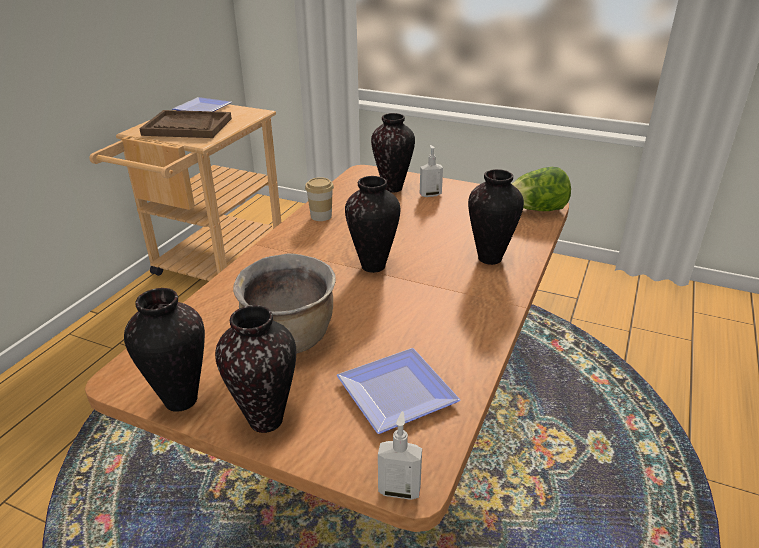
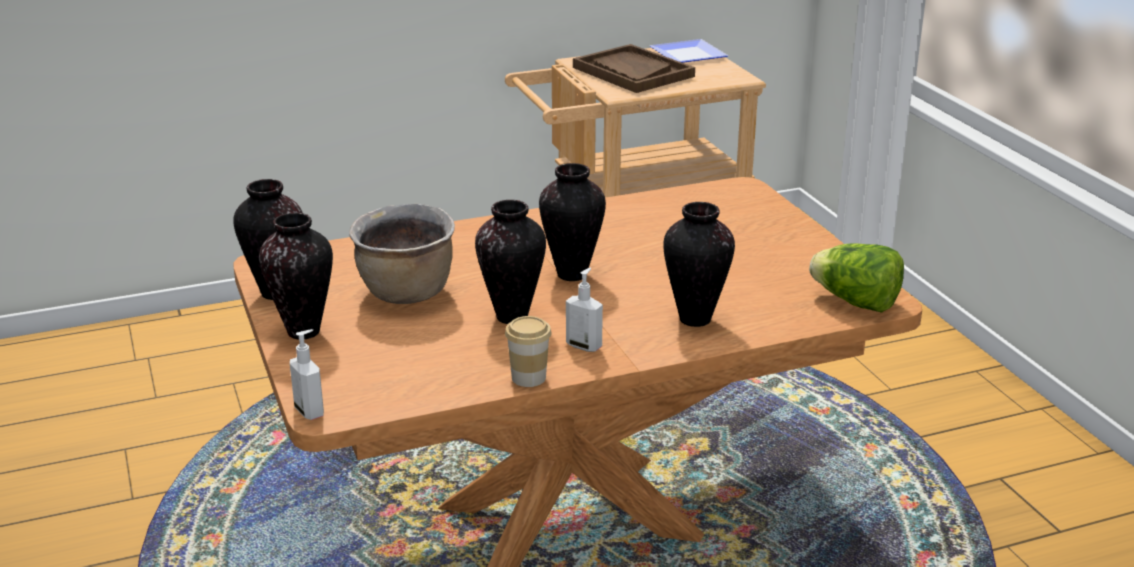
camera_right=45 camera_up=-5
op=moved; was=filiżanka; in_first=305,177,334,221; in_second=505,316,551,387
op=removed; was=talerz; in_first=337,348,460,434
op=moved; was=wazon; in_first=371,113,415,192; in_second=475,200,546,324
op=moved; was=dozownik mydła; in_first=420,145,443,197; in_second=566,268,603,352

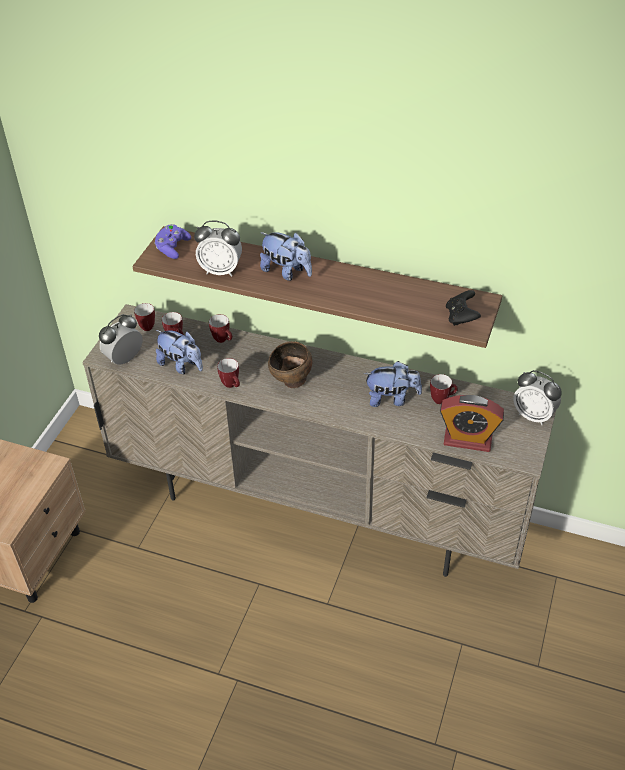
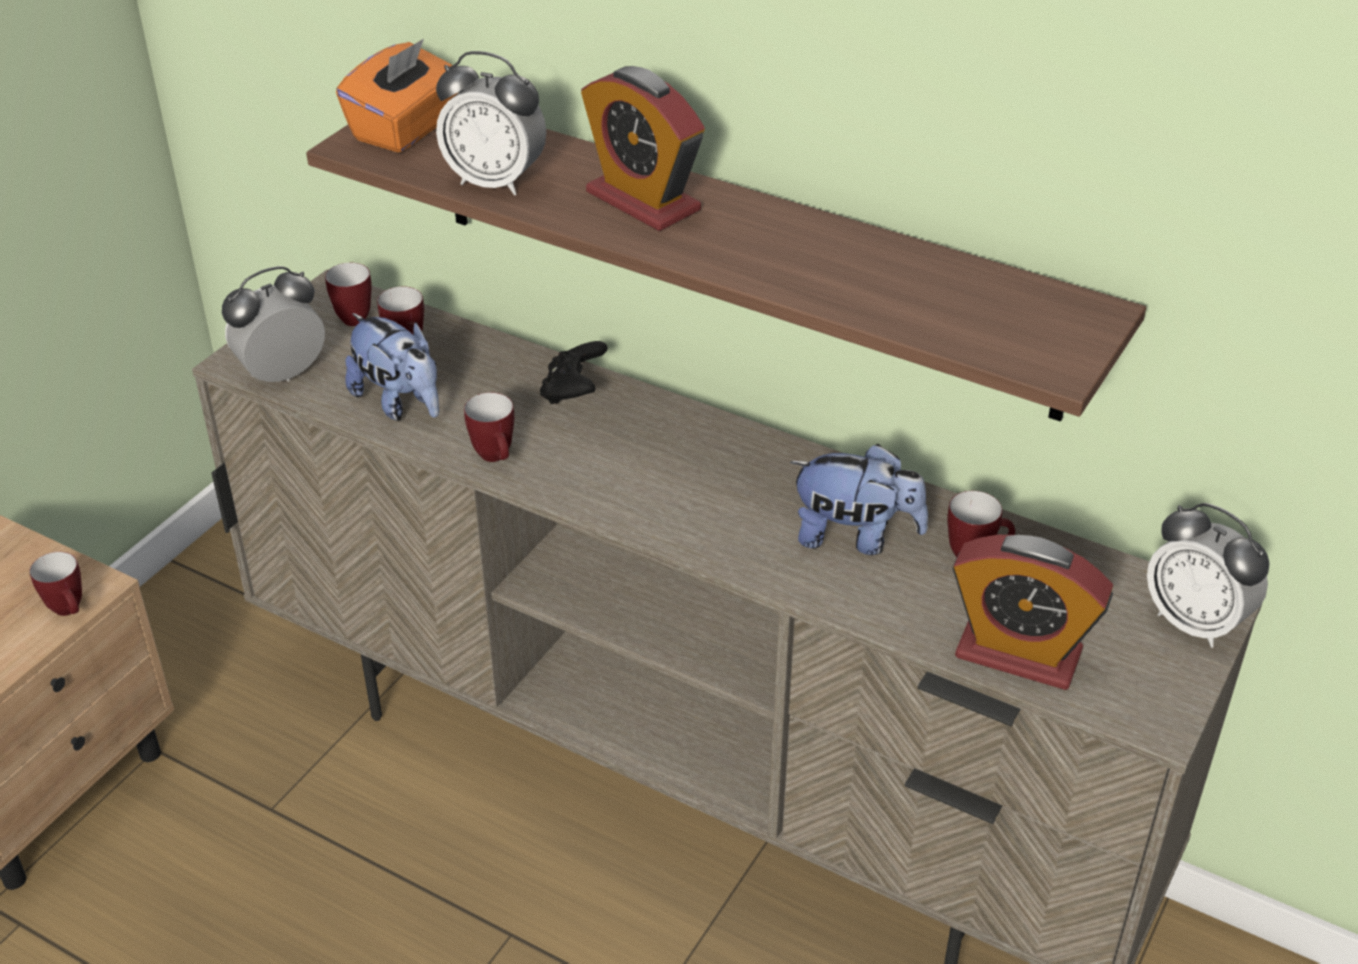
camera_right=10 camera_up=-5
op=replaced; was=pad do gier/fioletowy; now=pudełko chusteczek/pomarańczowy; in_first=154,224,191,259; in_second=336,39,458,153
op=moved; was=kubek; in_first=209,314,232,343; in_second=29,552,82,616
op=replaced; was=pluszak; now=budzik; in_first=260,232,312,281; in_second=581,66,705,231
op=removed; was=miska/brązowy; in_first=268,341,312,388
op=moved; was=pad do gier/czarny; in_first=446,290,481,326; in_second=540,341,608,404

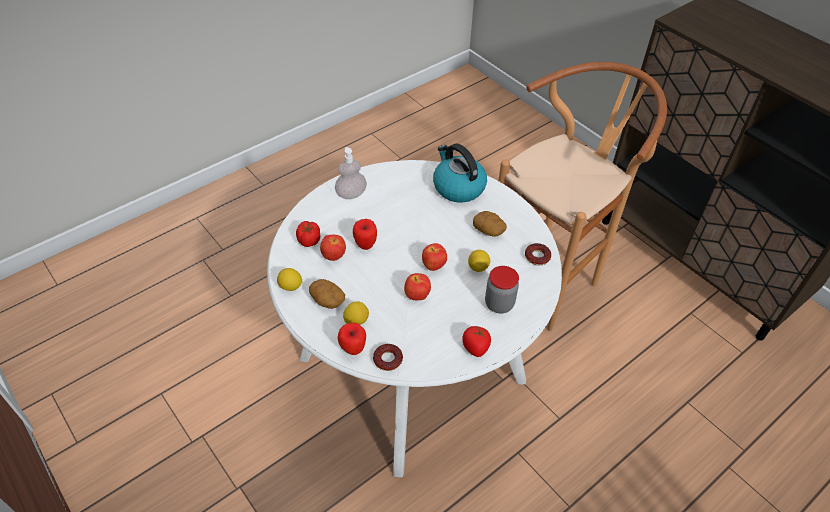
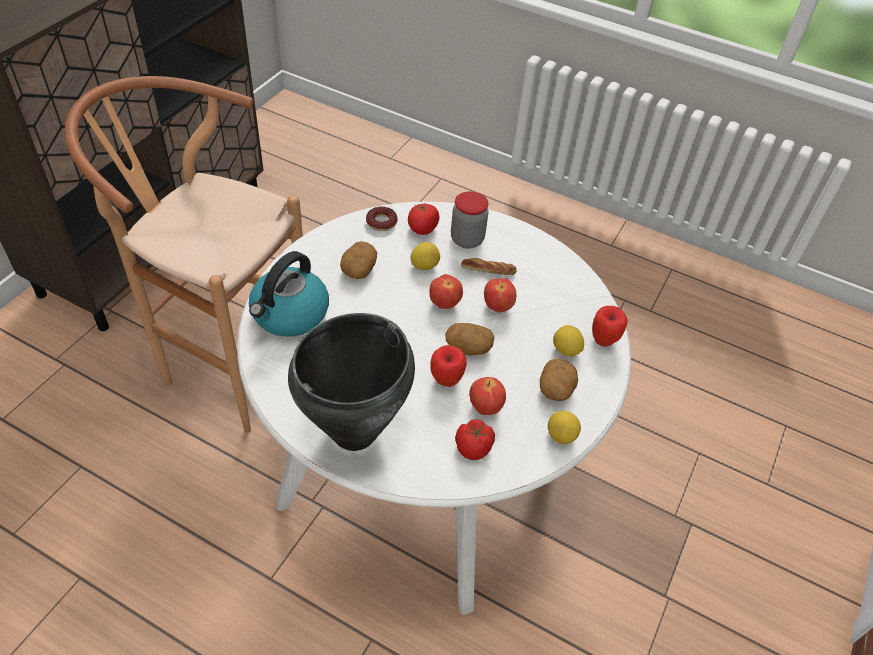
camera_right=-115 camera_up=0
op=replaced; was=dozownik mydła; now=garnek/czarny; in_first=335,147,367,199; in_second=288,313,415,451
op=removed; was=donut; in_first=373,344,403,371
op=moved; was=pomidor; in_first=462,326,491,357; in_second=408,203,439,235
op=added; now=ziemniak; in_second=446,323,494,356
op=added; now=chleb; in_second=461,258,517,275

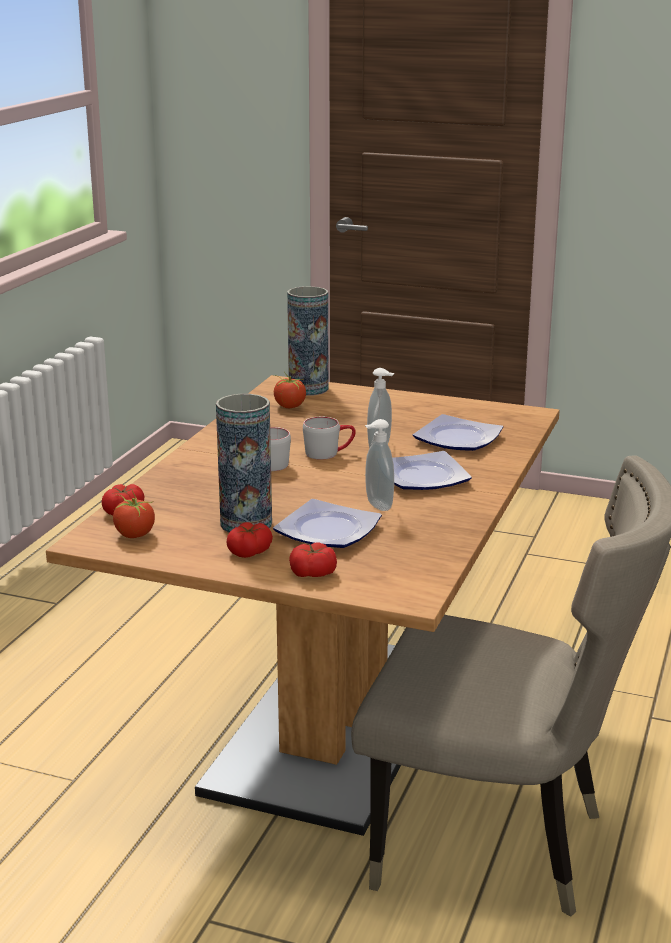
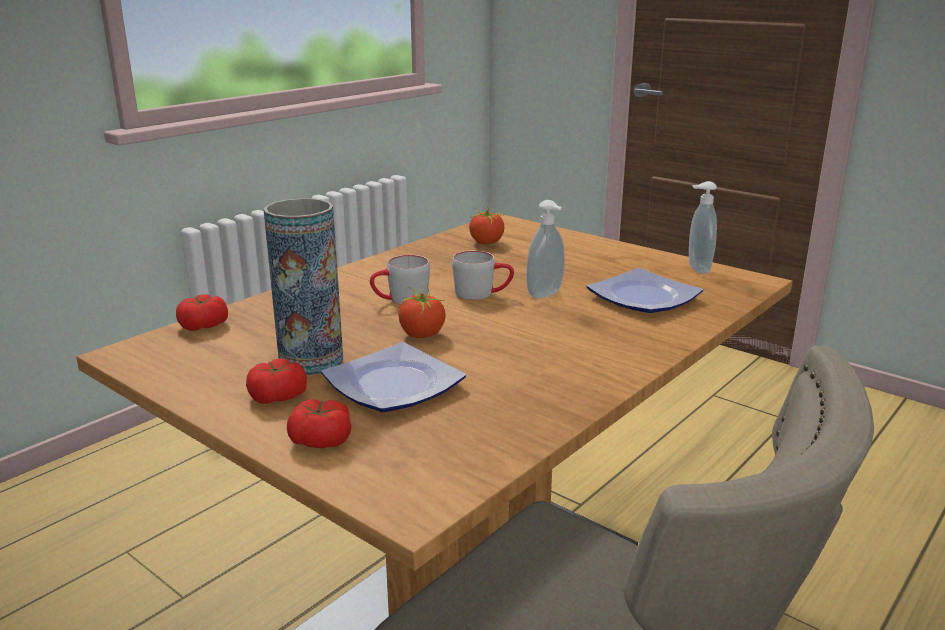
camera_right=20 camera_up=0
op=moved; was=pomidor; in_first=113,490,155,538; in_second=398,285,446,338
op=removed; was=wazon; in_first=287,286,328,396
op=moved; was=dozownik mydła; in_first=365,419,394,511; in_second=689,181,717,274
op=removed; was=talerz; in_first=392,451,472,490

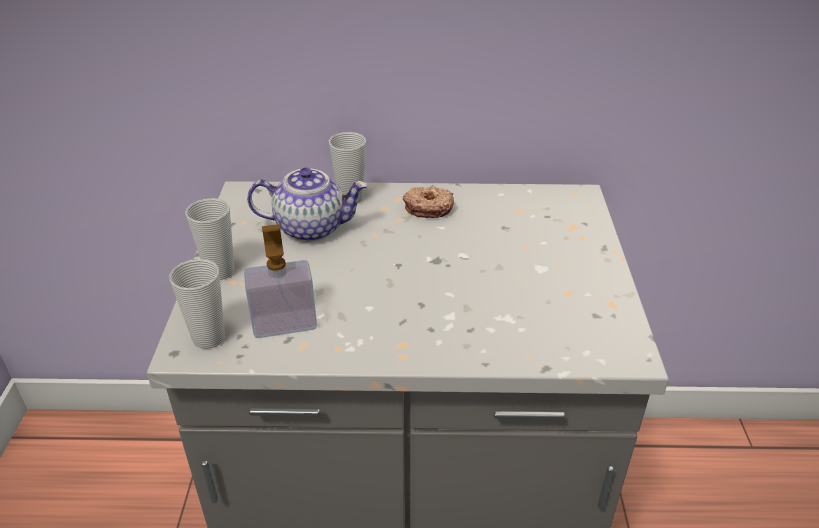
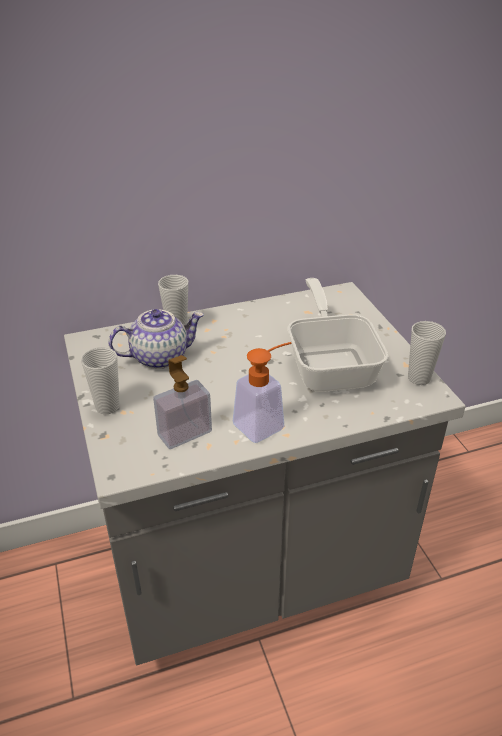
camera_right=-20 camera_up=0
op=moved; was=filiżanka; in_first=169,259,225,349; in_second=408,321,446,385
op=removed; was=donut; in_first=403,185,454,218
op=added; now=dozownik mydła; in_second=233,342,291,443
op=added; now=patelnia; in_second=288,278,388,392

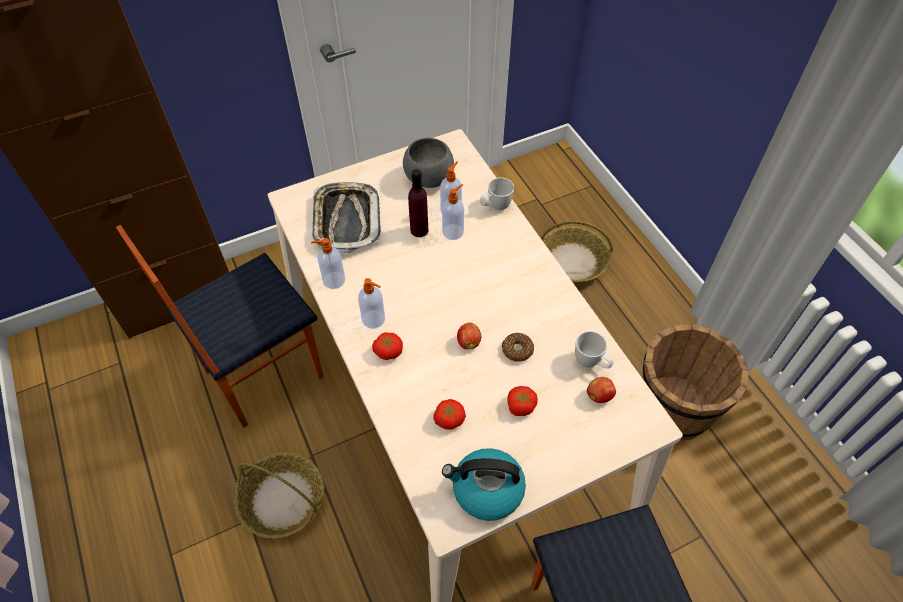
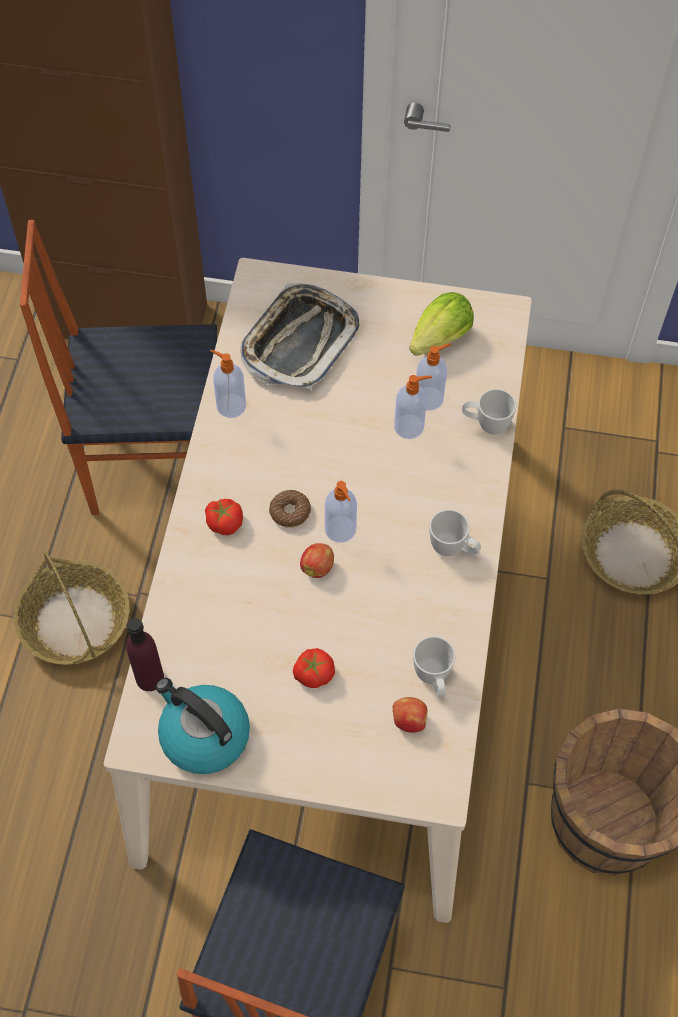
camera_right=35 camera_up=5
op=moved; was=dozownik mydła; in_first=358,278,385,329; in_second=325,481,357,543
op=replaced; was=miska/szary; now=sałata; in_first=403,138,454,188; in_second=409,292,474,356
op=moved; was=butelka/fioletowy; in_first=408,169,428,237; in_second=126,618,164,691
op=removed; was=pomidor; in_first=433,399,466,430
op=moved; was=donut; in_first=502,333,534,362; in_second=269,490,311,528
op=added; now=kubek/biały; in_second=429,509,481,556

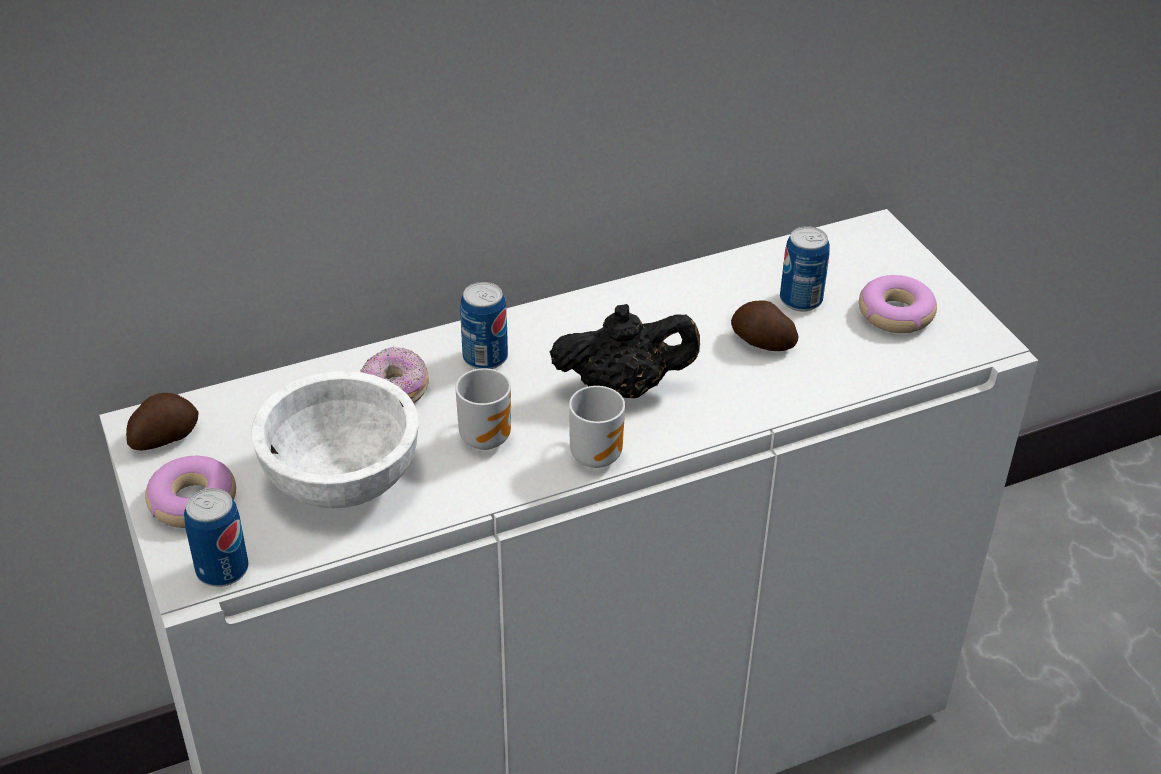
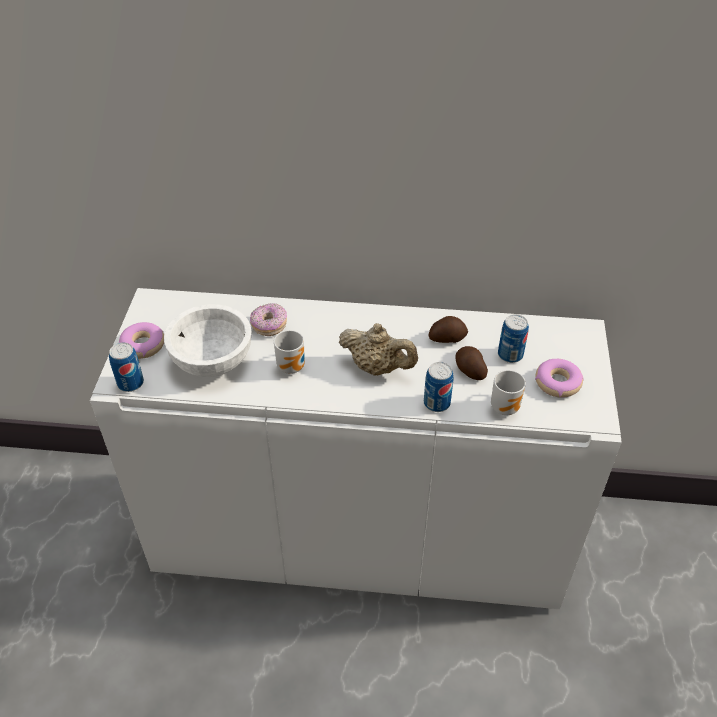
camera_right=30 camera_up=5
op=moved; was=ziemniak; in_first=126,393,198,451; in_second=428,316,468,343
op=moved; was=puszka; in_first=460,282,508,369; in_second=424,362,453,412
op=recoloured; was=imbryk/czarny; now=imbryk/beżowy; in_first=550,304,700,398; in_second=339,323,418,376
op=moved; was=kubek; in_first=569,386,625,468; in_second=491,370,526,415

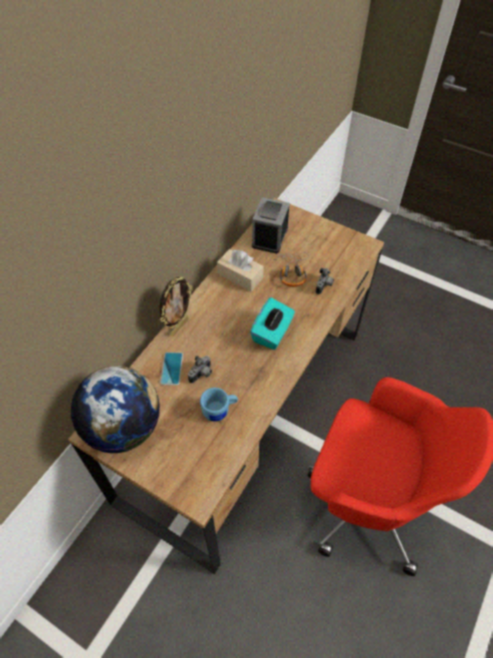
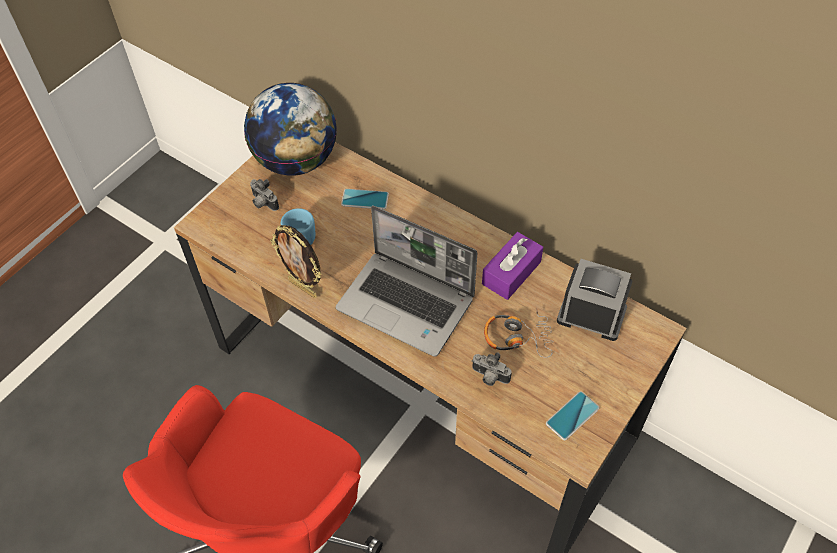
camera_right=95 camera_up=0
op=moved; was=ramka na zdjęcie; in_first=160,276,193,336; in_second=270,225,321,298
op=moved; was=aparat fotograficzny; in_first=188,356,212,383; in_second=250,179,279,211
op=recoloured; was=pudełko chusteczek/beżowy; now=pudełko chusteczek/fioletowy; in_first=217,249,264,291; in_second=482,232,543,300
op=replaced; was=pudełko chusteczek/turkusowy; now=laptop; in_first=250,298,295,350; in_second=336,206,477,357
op=added; now=telefon; in_second=546,391,599,440

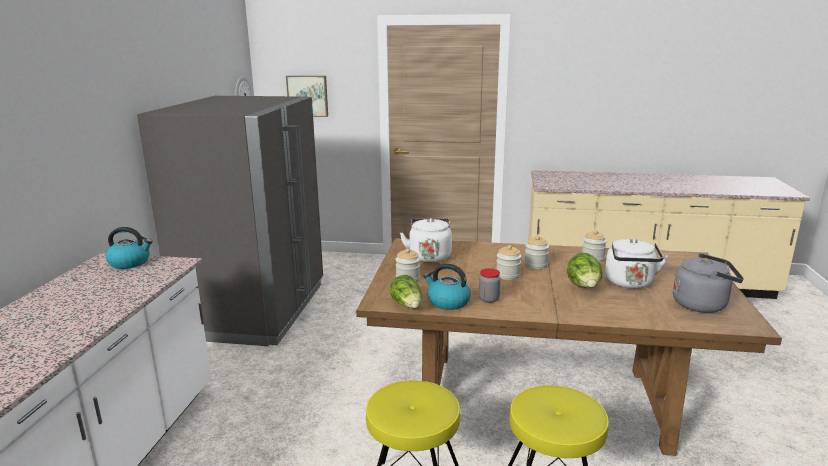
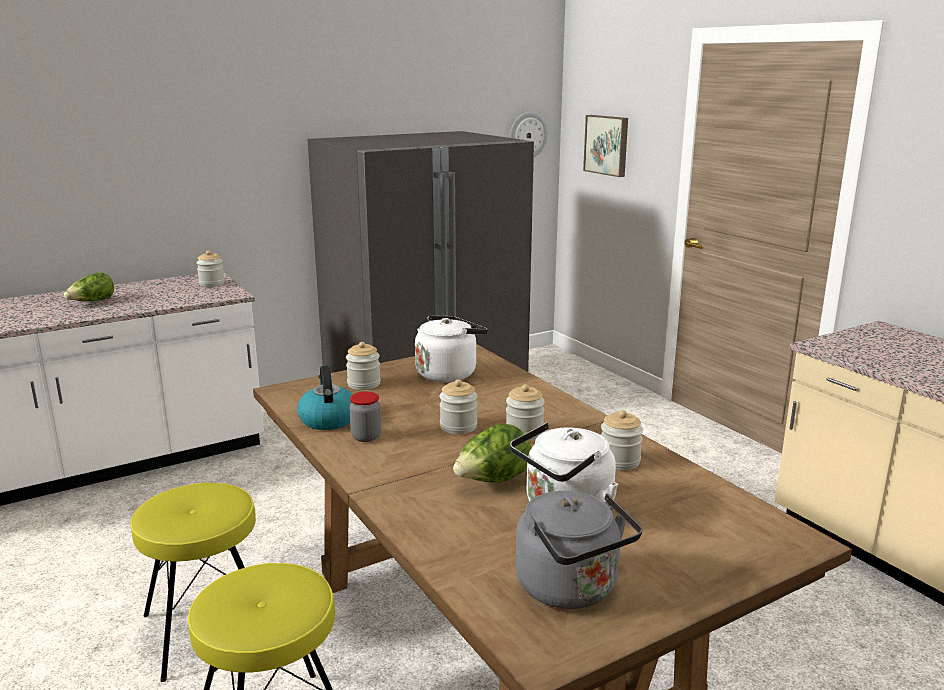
camera_right=50 camera_up=0
op=replaced; was=czajnik; now=słoik; in_first=106,227,152,269; in_second=196,250,225,287
op=moved; was=sałata; in_first=390,275,422,308; in_second=64,272,114,301

